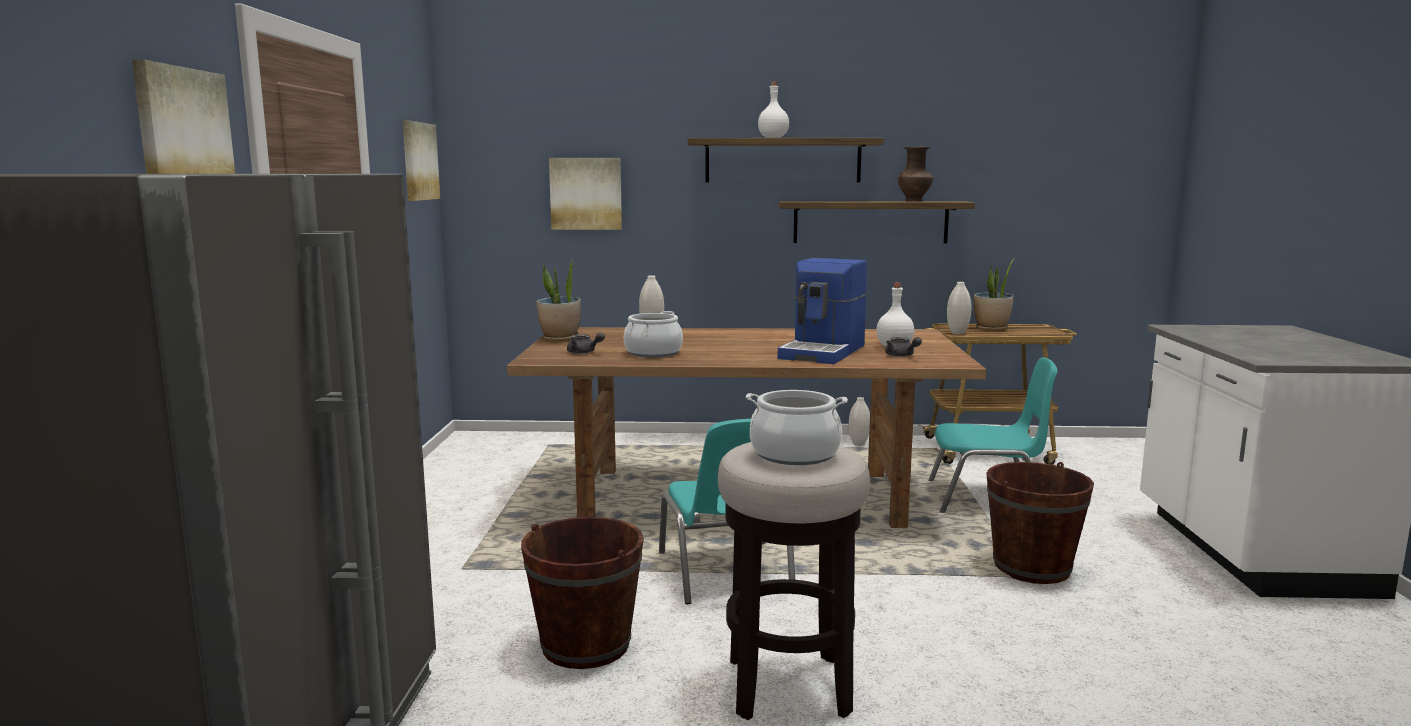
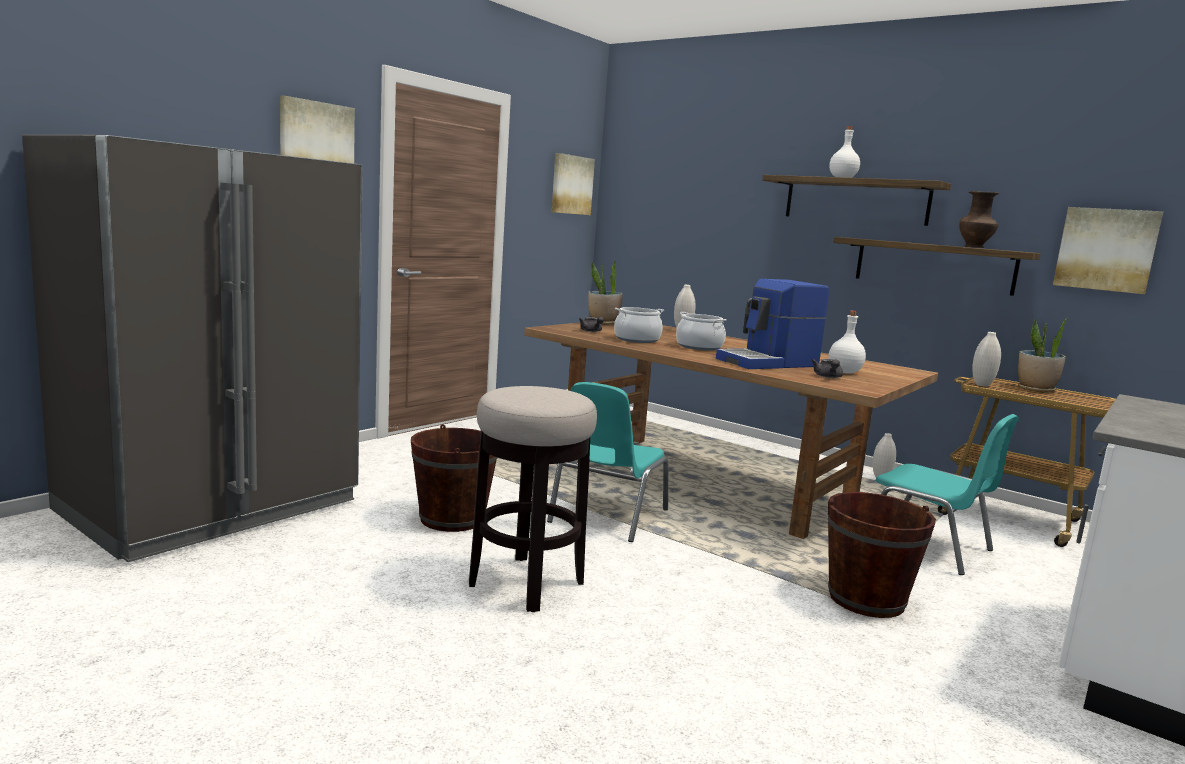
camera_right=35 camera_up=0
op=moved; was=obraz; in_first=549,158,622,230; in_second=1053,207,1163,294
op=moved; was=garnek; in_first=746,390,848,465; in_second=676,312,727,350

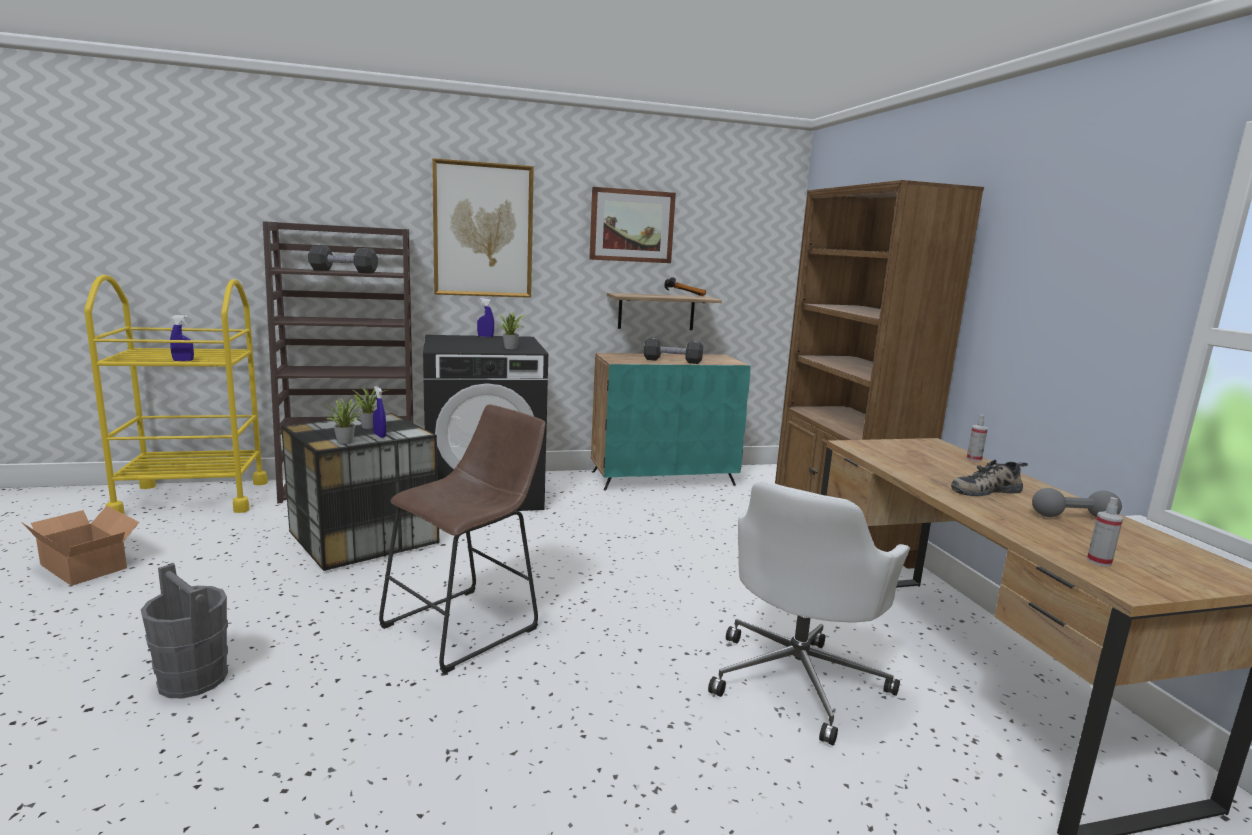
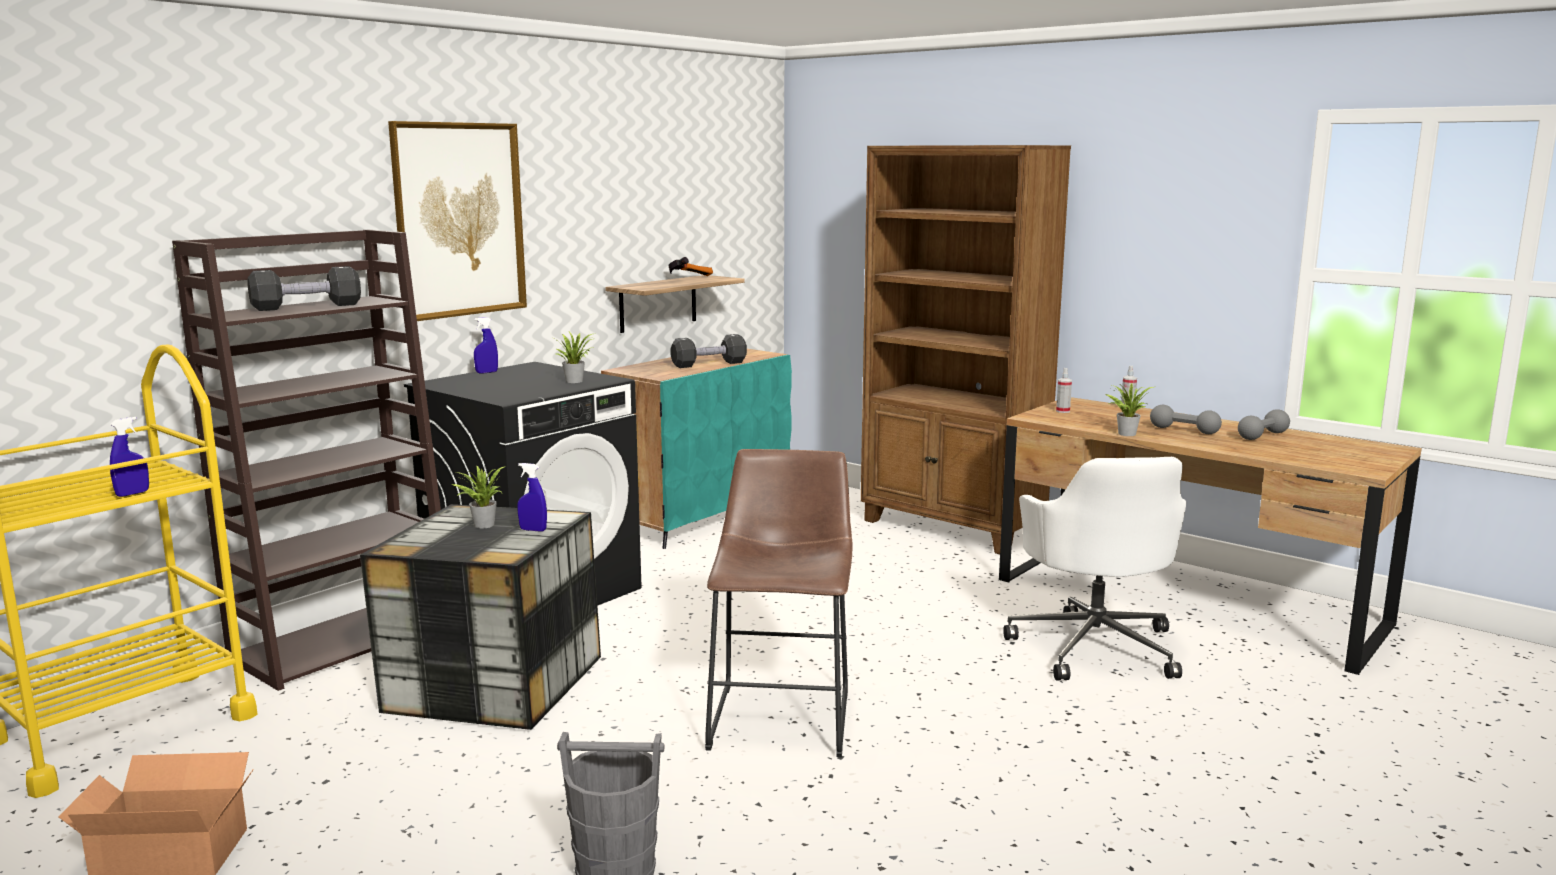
camera_right=-35 camera_up=0
op=moved; was=roślina doniczkowa; in_first=325,397,365,444; in_second=1105,383,1153,436
op=removed; was=obraz; in_first=589,187,676,263
op=replaced; was=but; now=hantel/szary; in_first=951,460,1028,496; in_second=1150,405,1222,434
op=moved; was=spryskiwacz; in_first=1087,497,1123,566; in_second=1056,368,1072,413

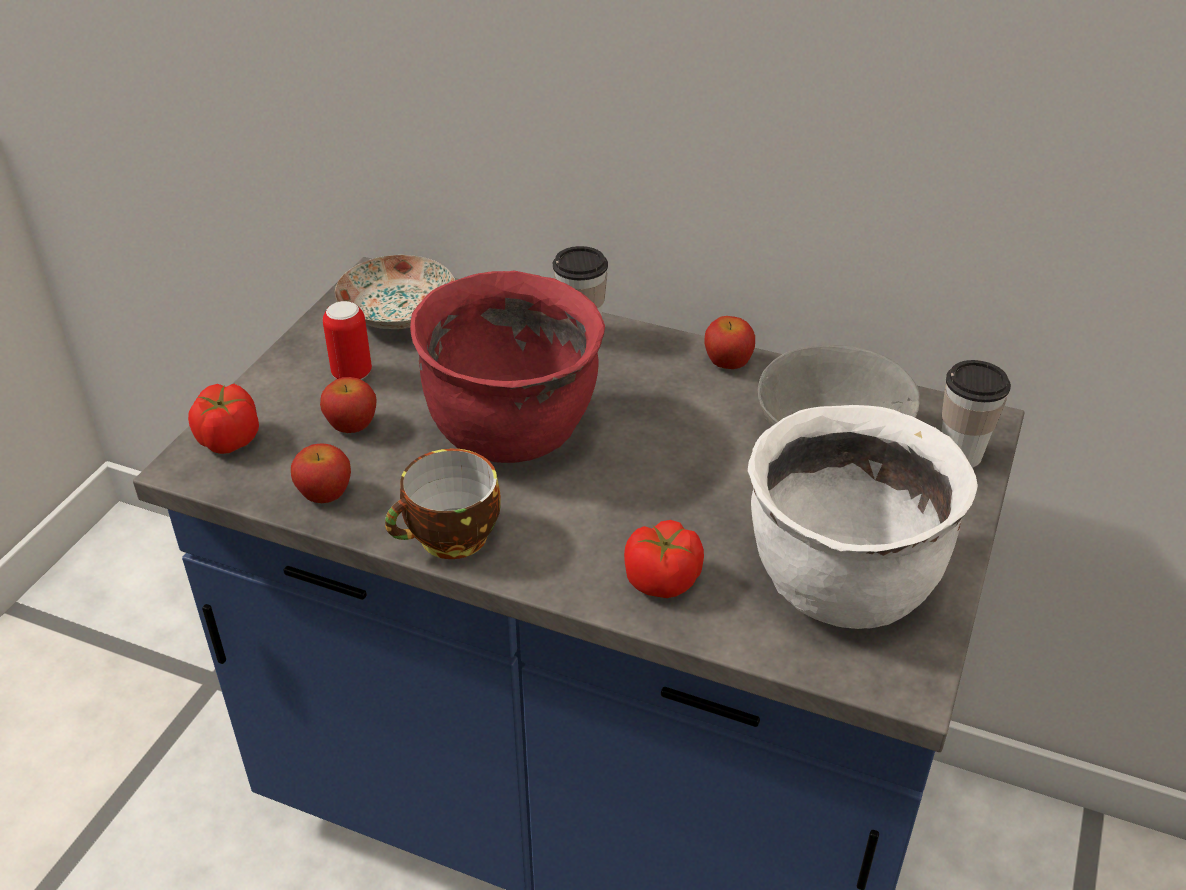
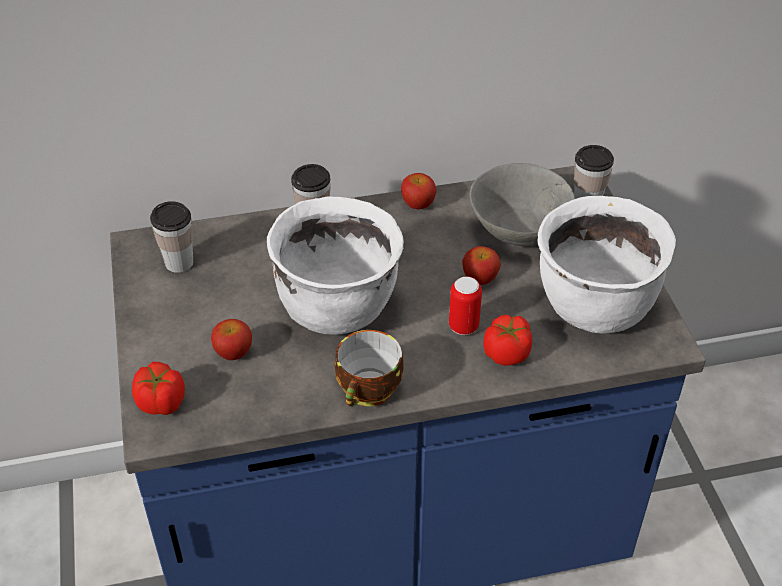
camera_right=-35 camera_up=5
op=moved; was=jabłko; in_first=291,443,351,503; in_second=462,246,501,285
op=moved; was=puszka; in_first=323,301,372,380; in_second=449,276,482,335
op=replaced; was=talerz; now=filiżanka; in_first=335,255,455,329; in_second=150,201,193,273
op=recoloured; was=garnek/czerwony; now=garnek/biały; in_first=410,271,605,463; in_second=267,196,404,335

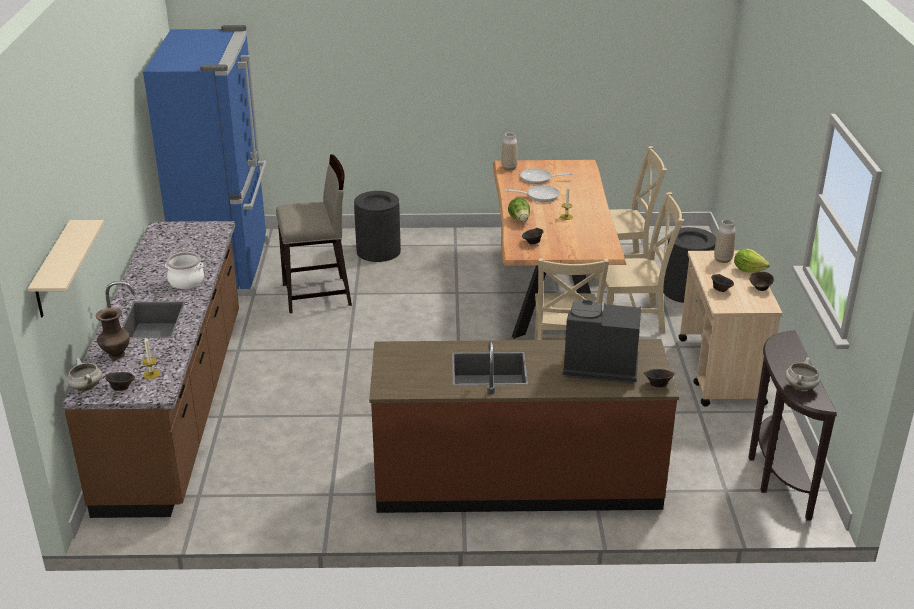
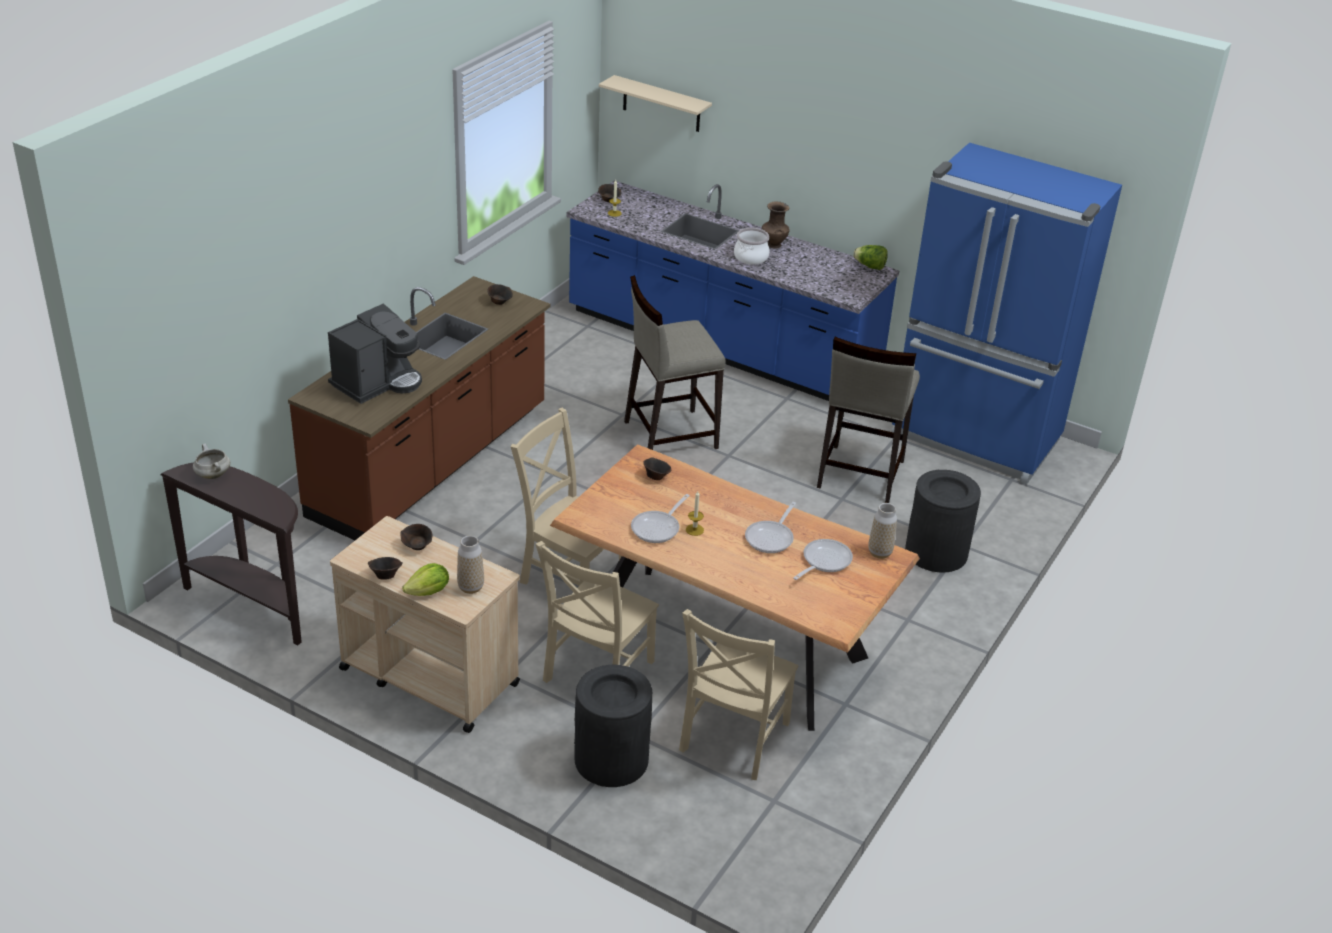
camera_right=120 camera_up=5
op=recoloured; was=zabudowa kuchenna/brązowy; now=zabudowa kuchenna/niebieski; in_first=63,221,239,518; in_second=566,180,899,401
op=removed; was=garnek/biały; in_first=67,358,102,391
op=moved; was=wazon/brązowy; in_first=96,308,130,359; in_second=762,201,790,249
op=moved; was=sałata; in_first=508,197,530,222; in_second=853,245,888,270
op=moved; was=miska/brązowy; in_first=644,369,674,388; in_second=487,284,513,305
op=added; now=stołek/beżowy; in_second=624,275,726,450
op=added; now=patelnia; in_second=631,494,690,543

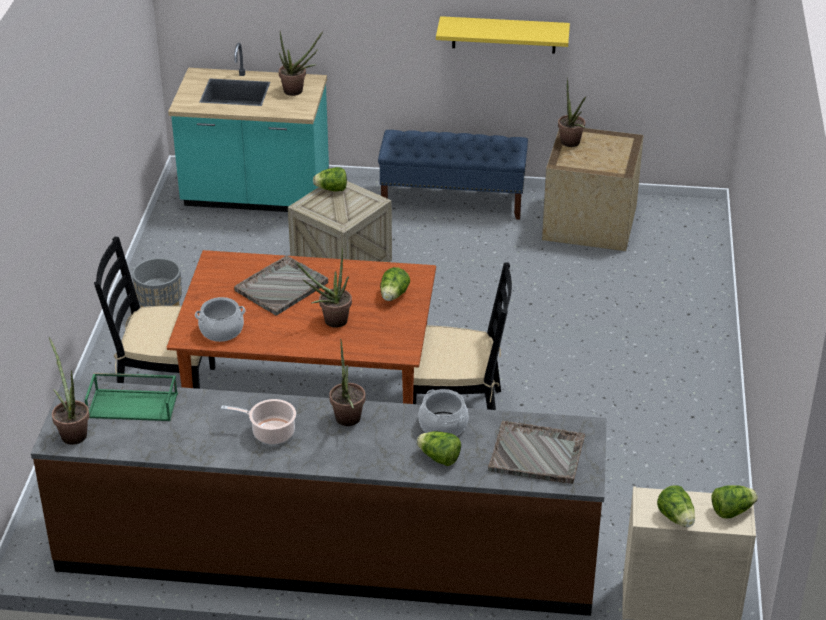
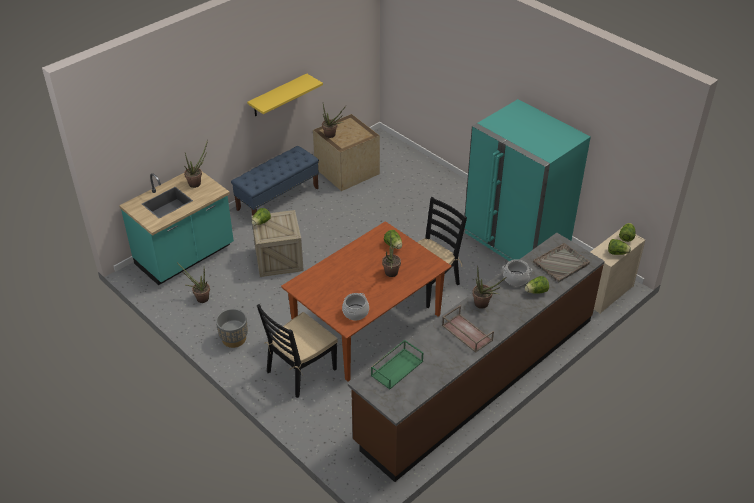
camera_right=-50 camera_up=5
op=moved; was=roślina doniczkowa; in_first=49,337,90,445; in_second=176,262,210,303
op=replaced; was=garnek; now=taca/brązowy; in_first=221,399,296,444; in_second=442,305,494,353
op=removed; was=taca/szary; in_first=234,255,328,316
op=added; now=lodówka/turkusowy; in_second=464,99,591,261

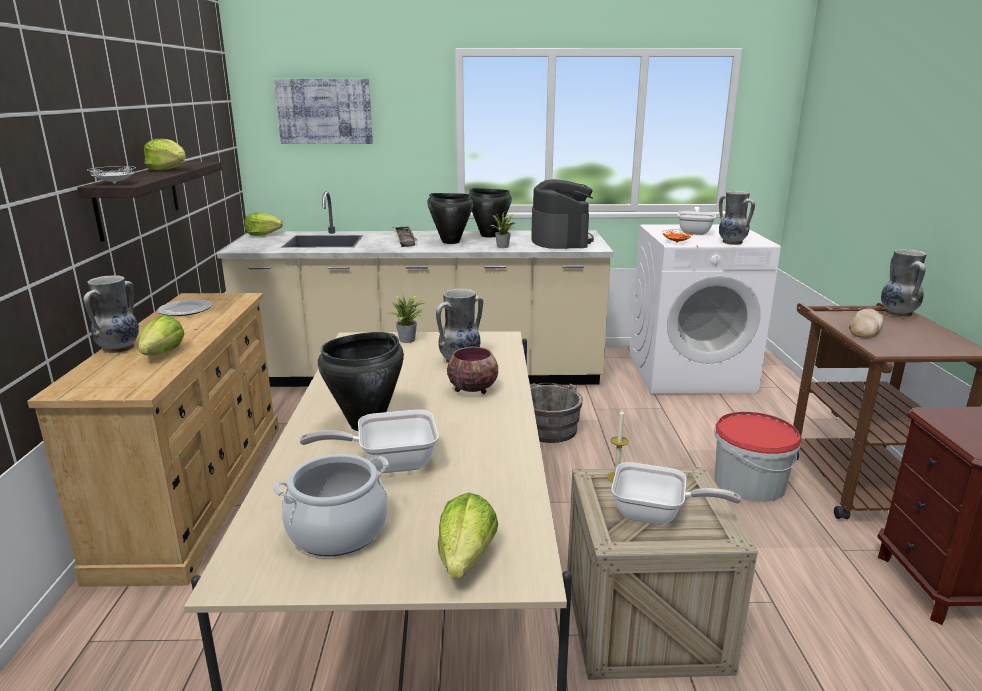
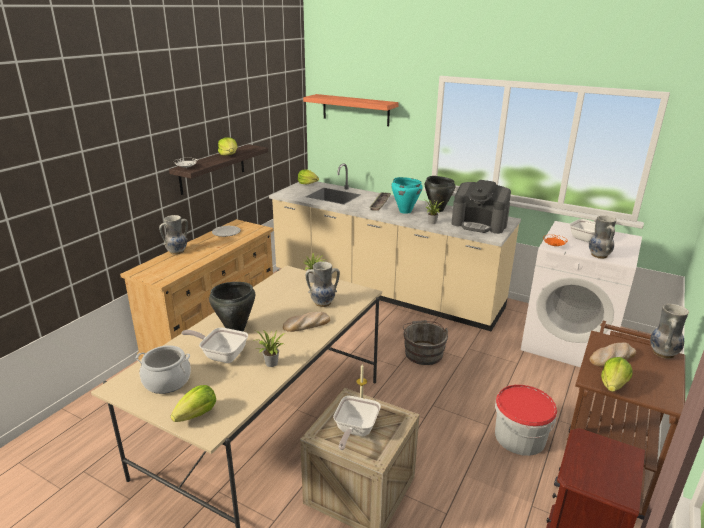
camera_right=30 camera_up=5
op=moved; was=sałata; in_first=138,315,184,355; in_second=601,357,632,392
op=replaced; was=obraz; now=półka; in_first=274,79,373,144; in_second=303,94,399,126
op=recoloured; was=garnek/czarny; now=garnek/turkusowy; in_first=427,193,473,244; in_second=391,177,423,214
op=replaced; was=miska; now=chleb; in_first=447,347,498,394; in_second=283,312,330,332
op=turned; was=ekspres do kawy; in_first=531,179,594,249; in_second=451,180,511,234; clockwise=90
op=turned; was=patelnia; in_first=611,462,741,525; in_second=333,396,381,450; clockwise=60
op=added; now=roślina doniczkowa; in_second=253,330,285,367

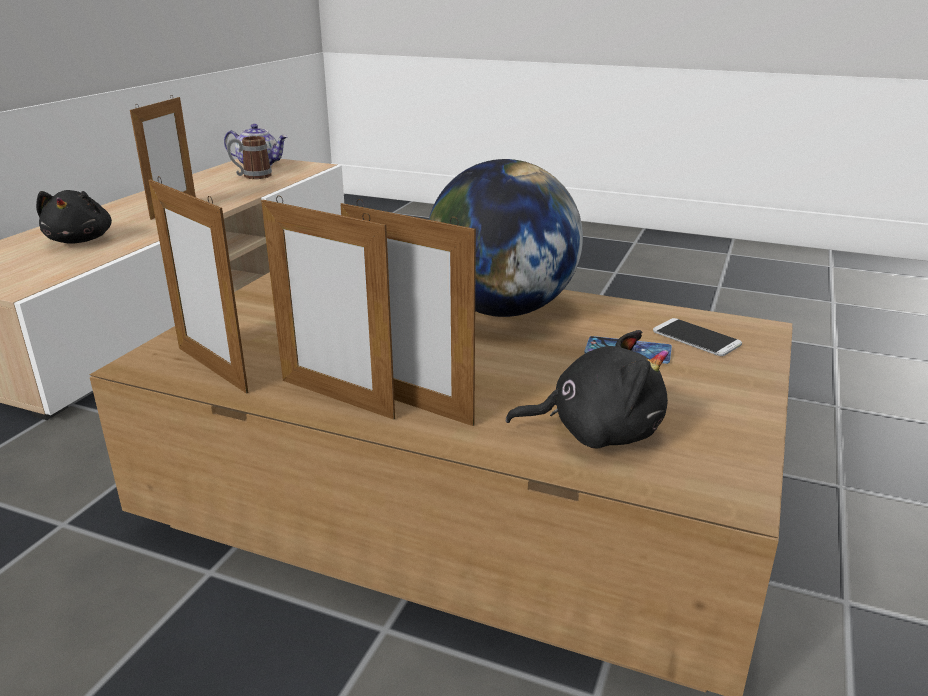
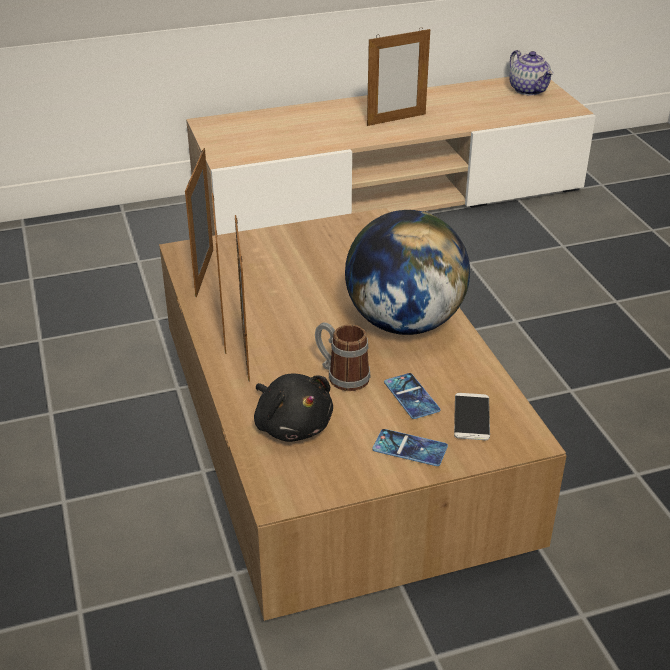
camera_right=50 camera_up=10
op=removed; was=pluszak/czarny; in_first=36,190,112,244
op=moved; was=kubek; in_first=227,136,272,179; in_second=315,322,371,391
op=added; now=telefon; in_second=372,429,448,466

